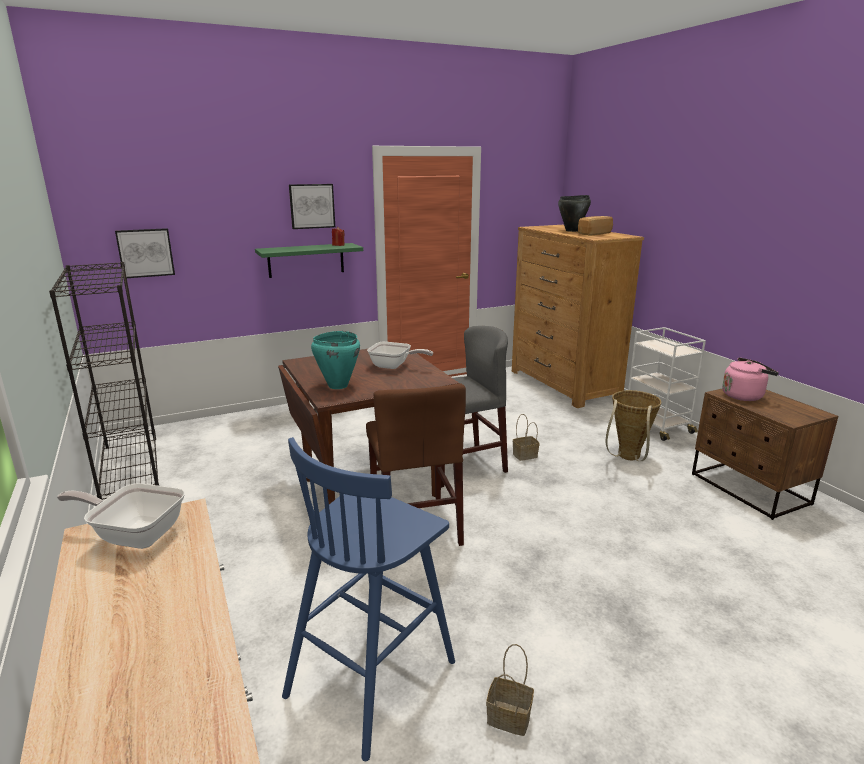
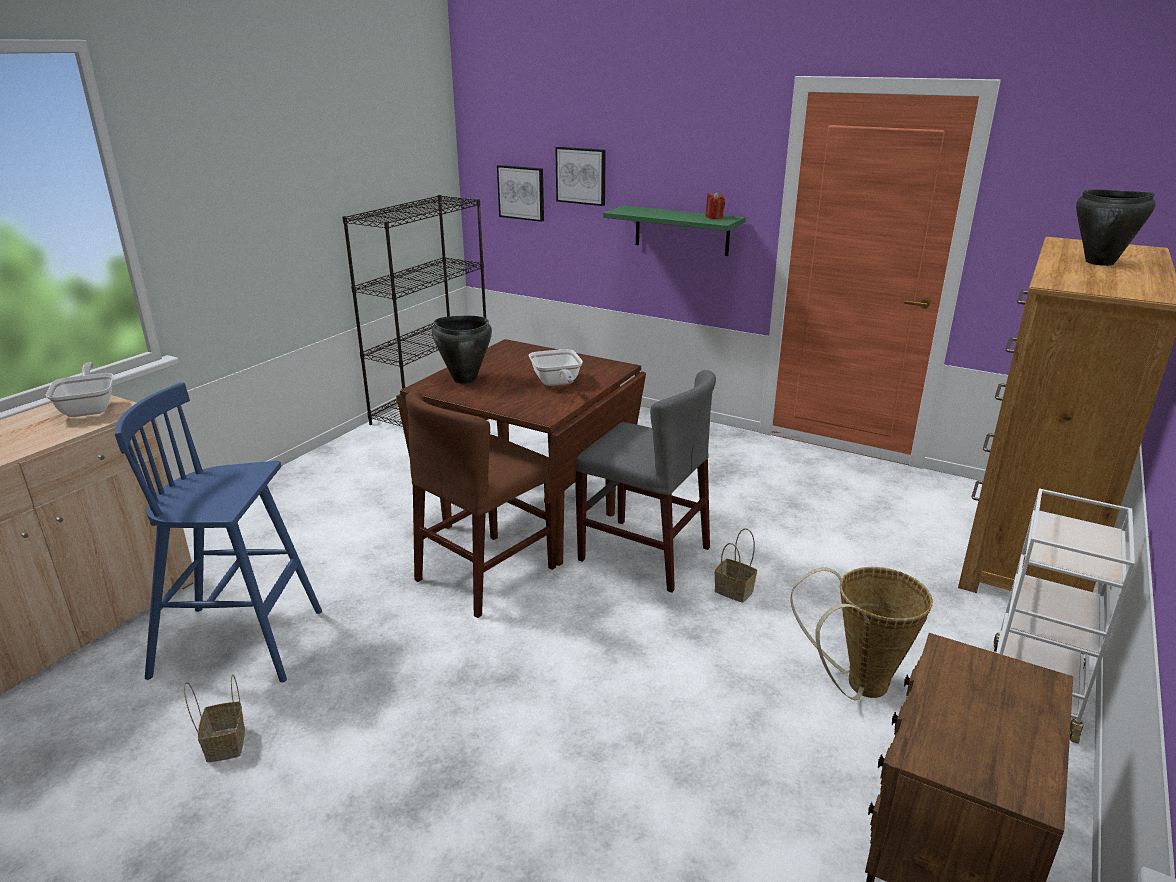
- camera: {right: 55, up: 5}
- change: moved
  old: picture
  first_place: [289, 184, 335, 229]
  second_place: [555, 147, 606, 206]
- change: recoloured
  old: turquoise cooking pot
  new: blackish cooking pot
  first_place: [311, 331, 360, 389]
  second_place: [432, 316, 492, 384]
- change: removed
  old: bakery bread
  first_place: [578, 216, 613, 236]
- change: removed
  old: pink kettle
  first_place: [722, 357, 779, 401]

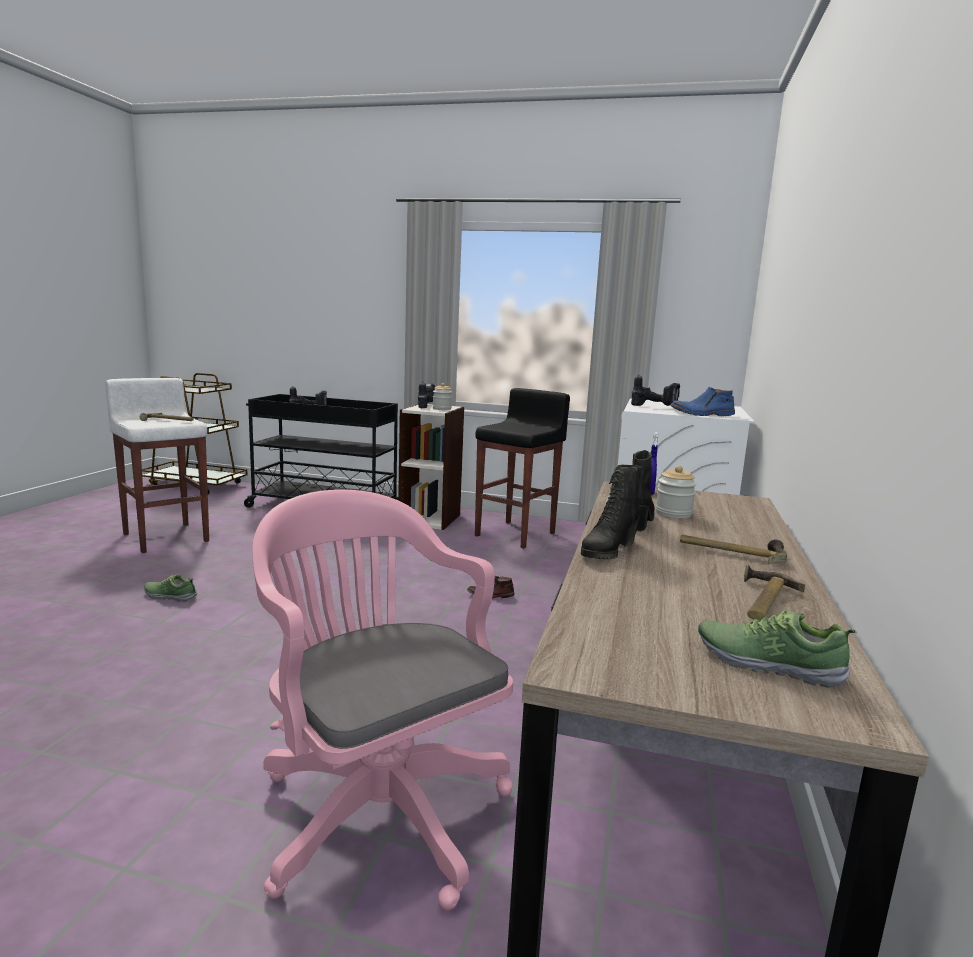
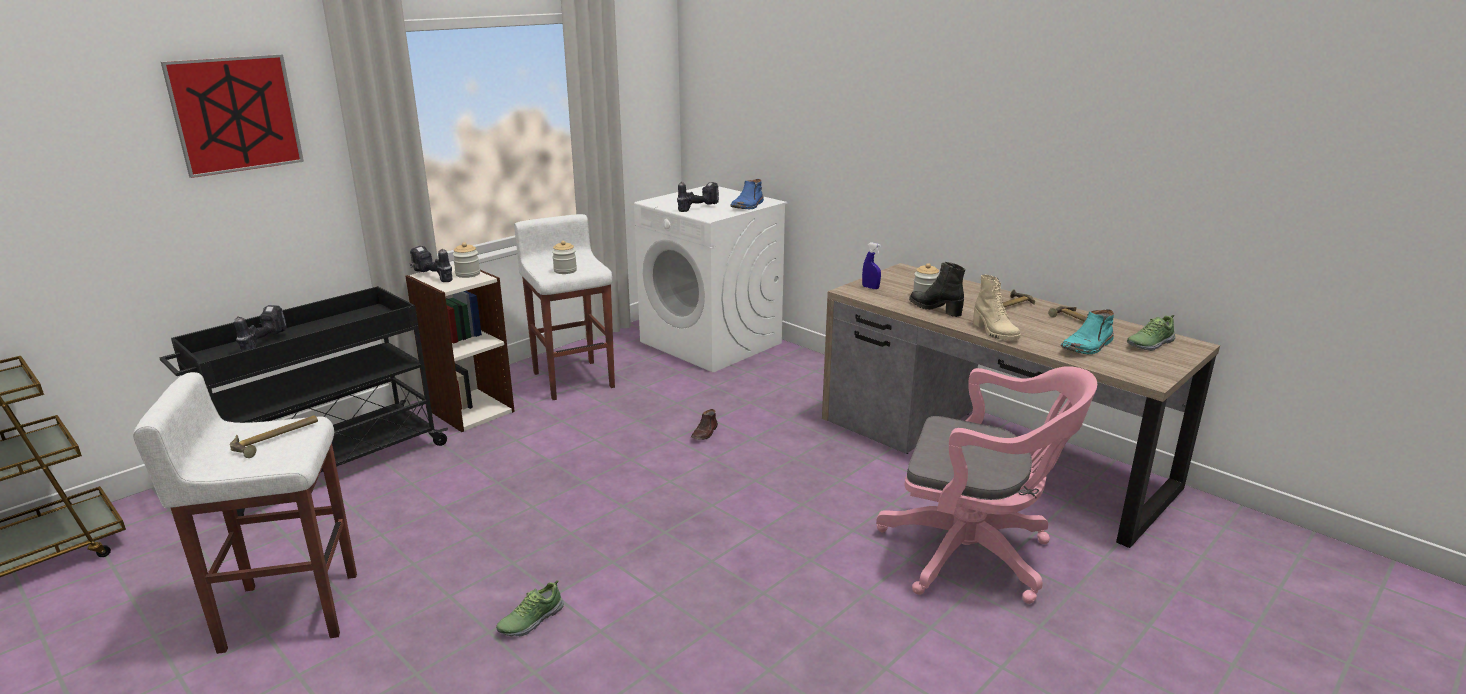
- camera: {right: -60, up: 10}
- change: turned
  old: pink computer chair
  first_place: [252, 490, 513, 910]
  second_place: [876, 366, 1097, 604]
  degrees: -150
- change: recoloured
  old: blackish sitting stool
  new: white sitting stool
  first_place: [475, 388, 570, 549]
  second_place: [514, 214, 615, 400]
- change: recoloured
  old: blackish tall boot
  new: sand-coloured tall boot
  first_place: [581, 465, 642, 559]
  second_place: [973, 275, 1021, 340]
- change: added
  new: picture
  second_place: [161, 54, 304, 178]
- change: added
  new: preserve jar
  second_place: [552, 241, 577, 274]
- change: added
  new: turquoise tall boot
  second_place: [1060, 309, 1114, 354]

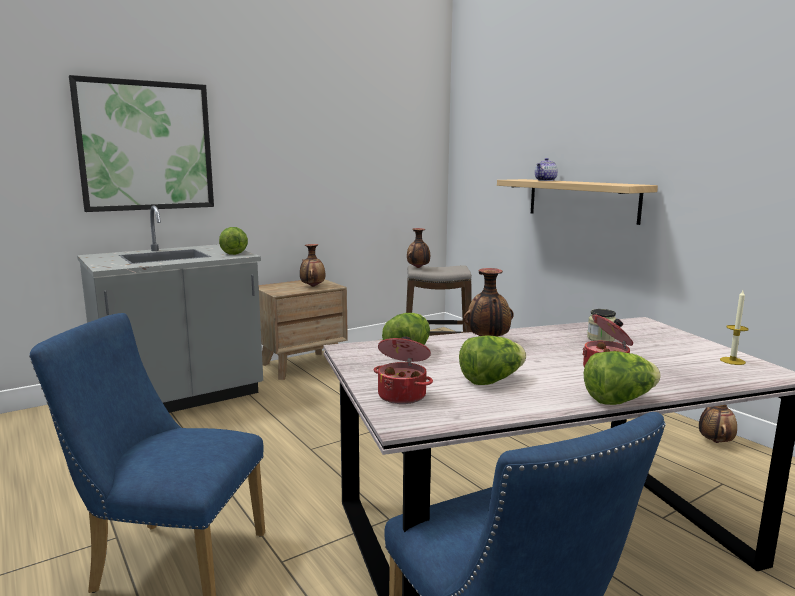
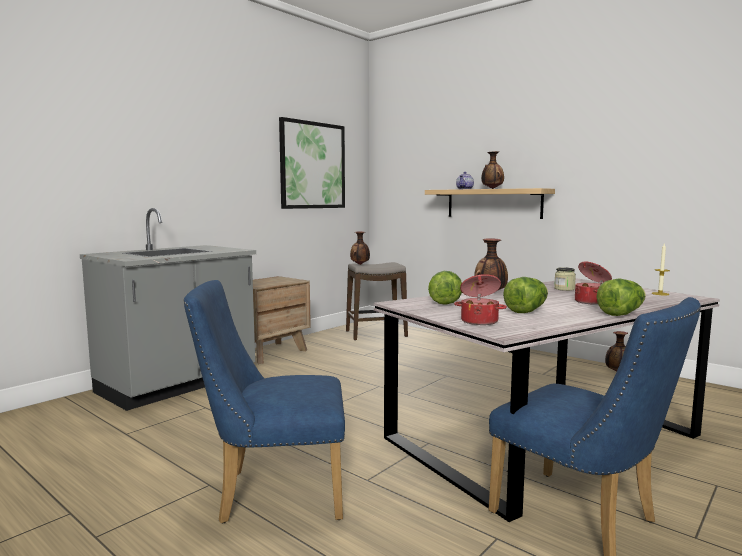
- camera: {right: -15, up: -5}
- change: moved
  old: picture
  first_place: [69, 75, 214, 212]
  second_place: [279, 117, 345, 209]
- change: removed
  old: lettuce
  first_place: [219, 227, 248, 255]
- change: moved
  old: vase
  first_place: [300, 244, 325, 287]
  second_place: [481, 151, 504, 189]

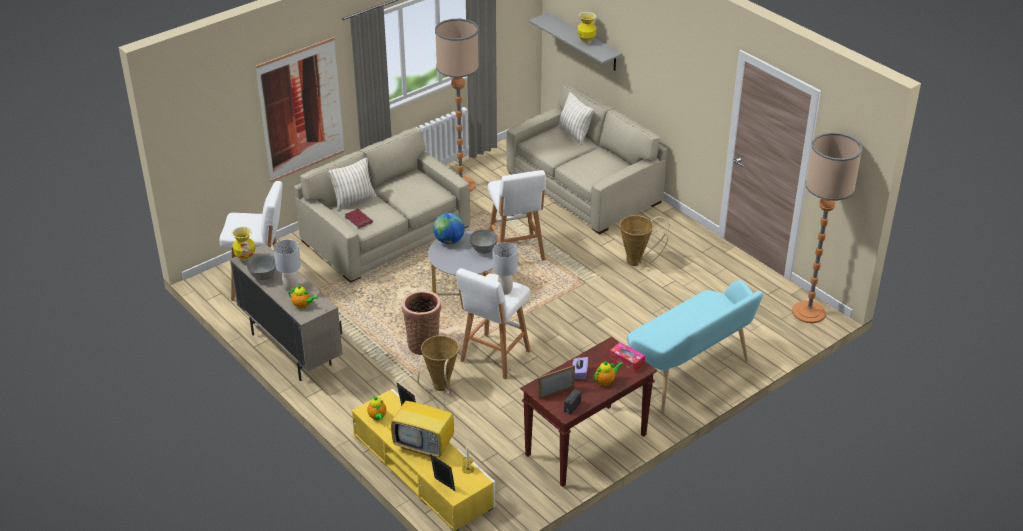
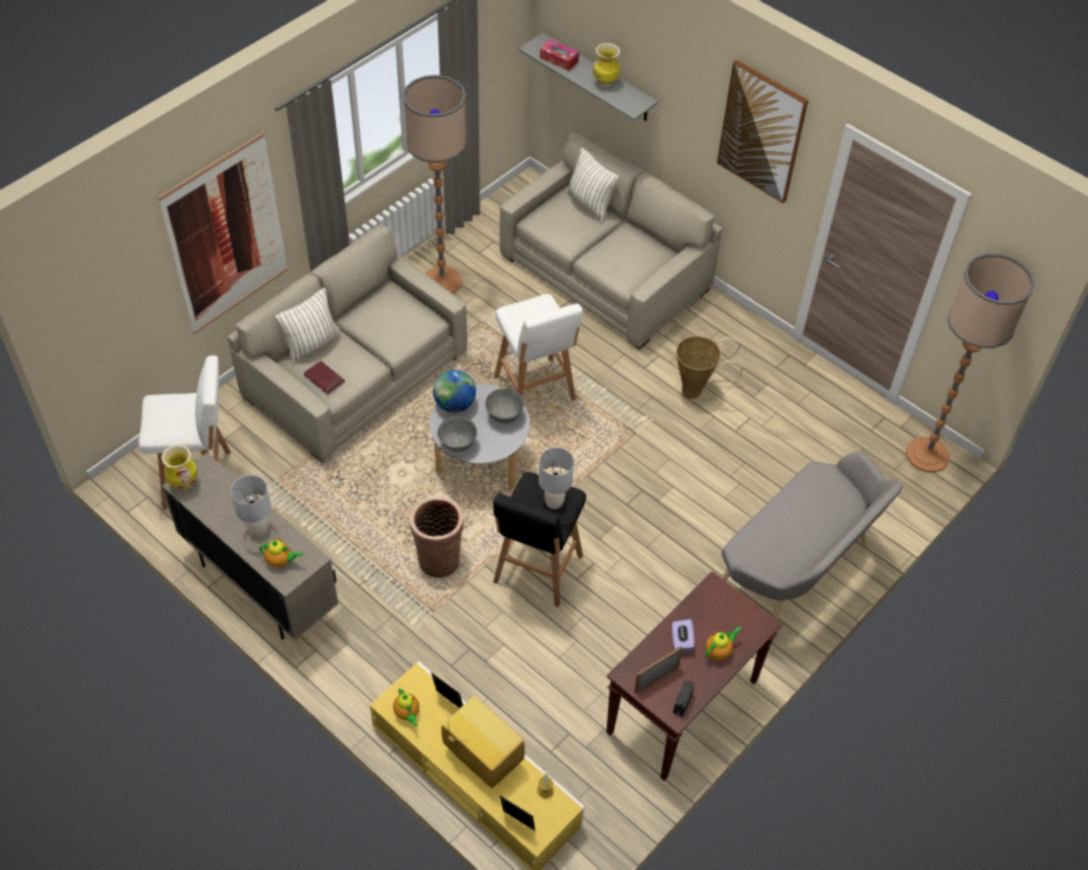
- camera: {right: -10, up: 15}
- change: moved
  old: greyish serving bowl
  first_place: [246, 255, 276, 280]
  second_place: [437, 417, 477, 452]
- change: turned
  old: TV
  first_place: [391, 387, 454, 458]
  second_place: [441, 696, 525, 788]
  degrees: -150
- change: removed
  old: household basket
  first_place: [418, 335, 459, 393]
- change: recoloured
  old: white sitting stool
  new: blackish sitting stool
  first_place: [456, 268, 531, 379]
  second_place: [493, 472, 586, 607]
- change: moved
  old: tissue box
  first_place: [609, 342, 645, 372]
  second_place: [540, 40, 579, 71]
- change: recoloured
  old: turquoise indoor bench
  new: greyish indoor bench
  first_place: [627, 280, 763, 413]
  second_place: [721, 451, 903, 642]
- change: added
  new: picture
  second_place: [717, 60, 808, 203]

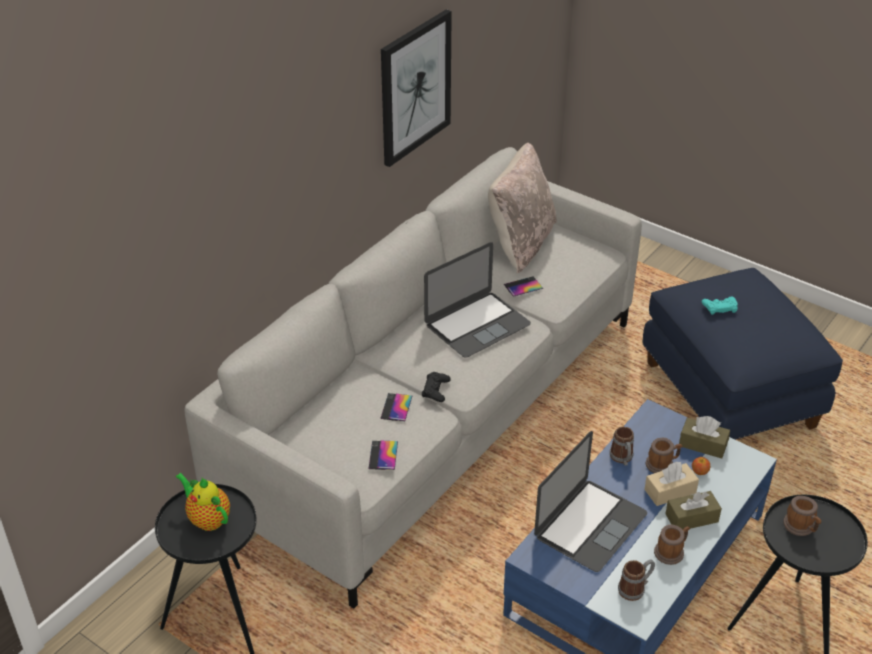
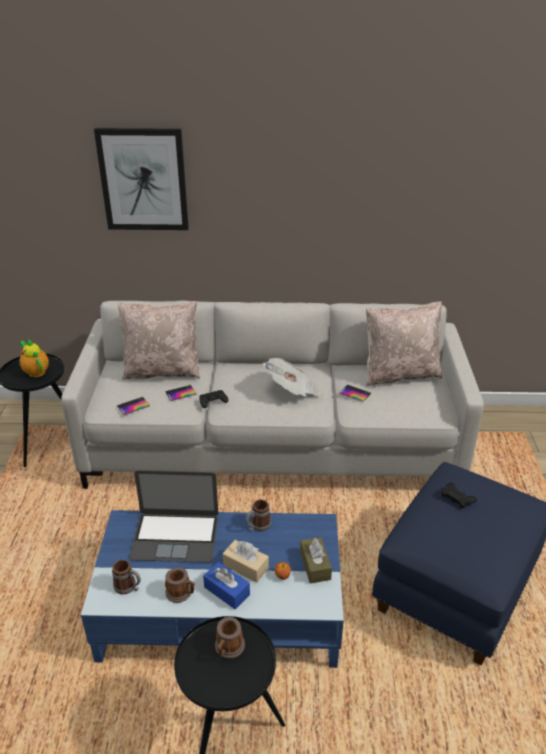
- camera: {right: 55, up: -5}
- change: turned
  old: tea pot
  first_place: [175, 473, 230, 531]
  second_place: [20, 340, 49, 377]
  degrees: -45
- change: moved
  old: picture
  first_place: [381, 9, 452, 167]
  second_place: [94, 128, 189, 230]
- change: replaced
  old: portable computer
  new: printed paper
  first_place: [424, 242, 531, 358]
  second_place: [263, 358, 322, 397]
- change: removed
  old: tea mug
  first_place: [646, 438, 682, 473]
- change: recoloured
  old: brownish tissue box
  new: bluish tissue box
  first_place: [665, 491, 722, 530]
  second_place: [203, 562, 250, 609]
- change: recoloured
  old: turquoise game controller
  new: blackish game controller
  first_place: [702, 297, 738, 315]
  second_place: [441, 483, 477, 508]
- change: added
  new: sand-coloured throw pillow
  second_place: [118, 301, 200, 379]

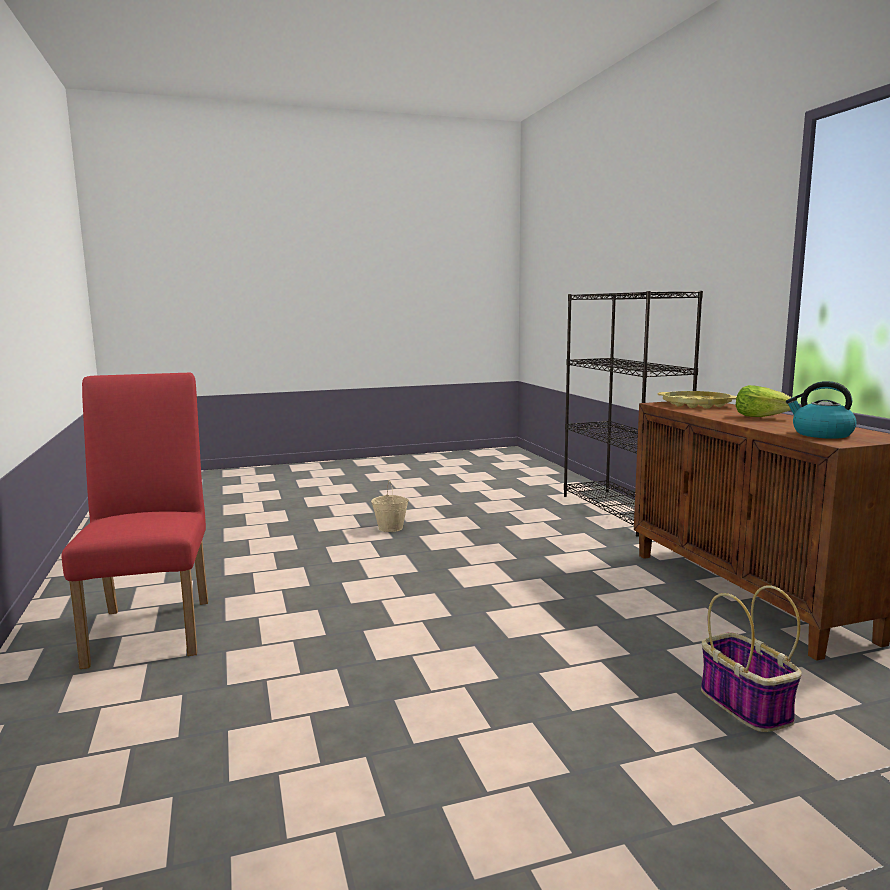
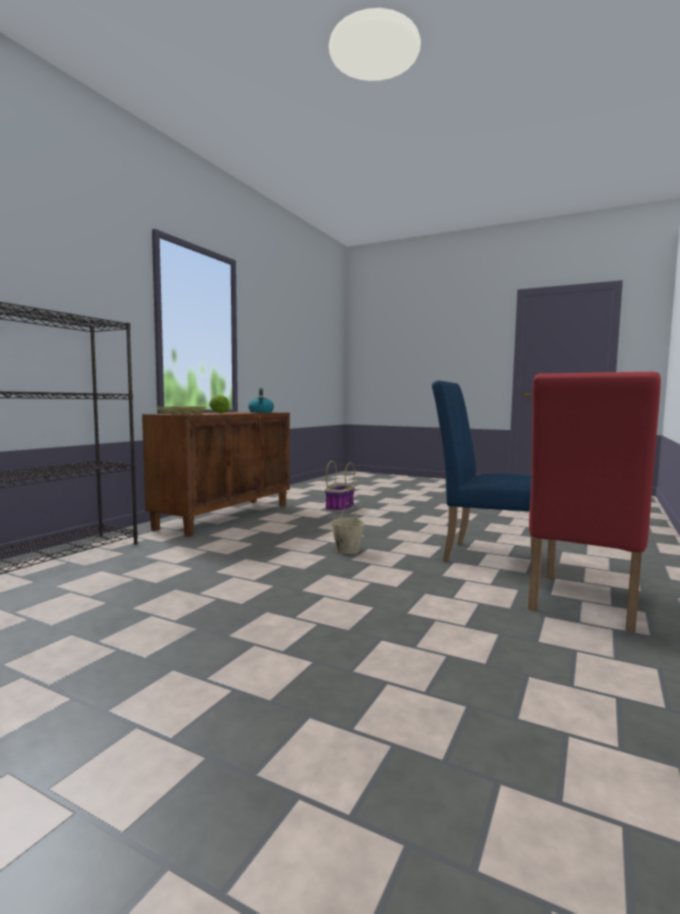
- camera: {right: -135, up: -5}
- change: moved
  old: sand-coloured pail
  first_place: [371, 479, 409, 532]
  second_place: [331, 502, 365, 554]
- change: added
  new: bluish upright chair
  second_place: [432, 380, 533, 563]

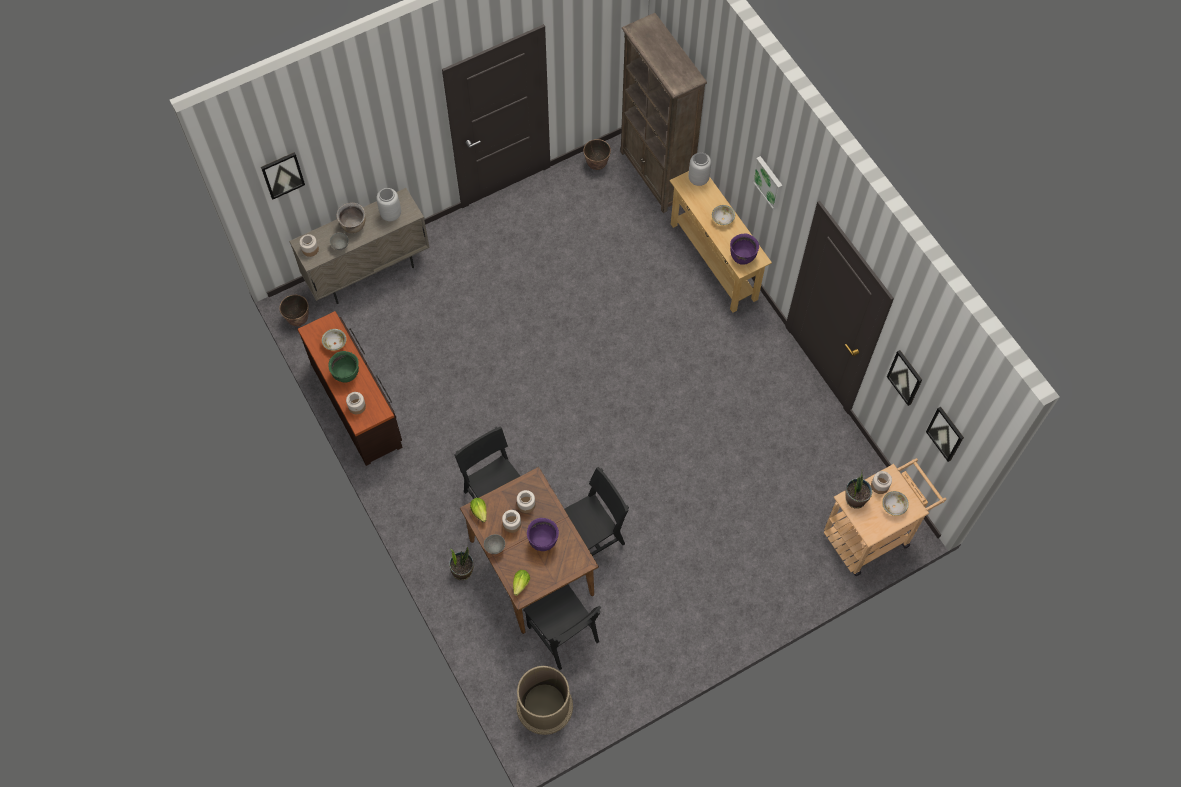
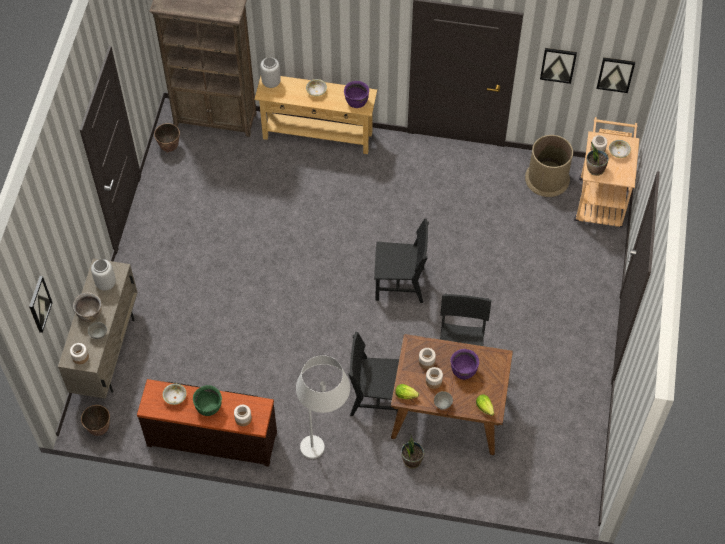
- camera: {right: -50, up: -5}
- change: moved
  old: brownish trash can
  first_place: [516, 666, 573, 735]
  second_place: [525, 135, 573, 197]
- change: moved
  old: blackish upright chair
  first_place: [523, 584, 601, 670]
  second_place: [374, 218, 429, 303]
- change: removed
  old: picture
  first_place: [752, 156, 783, 210]
- change: added
  new: white floor lamp
  second_place: [296, 355, 350, 459]

